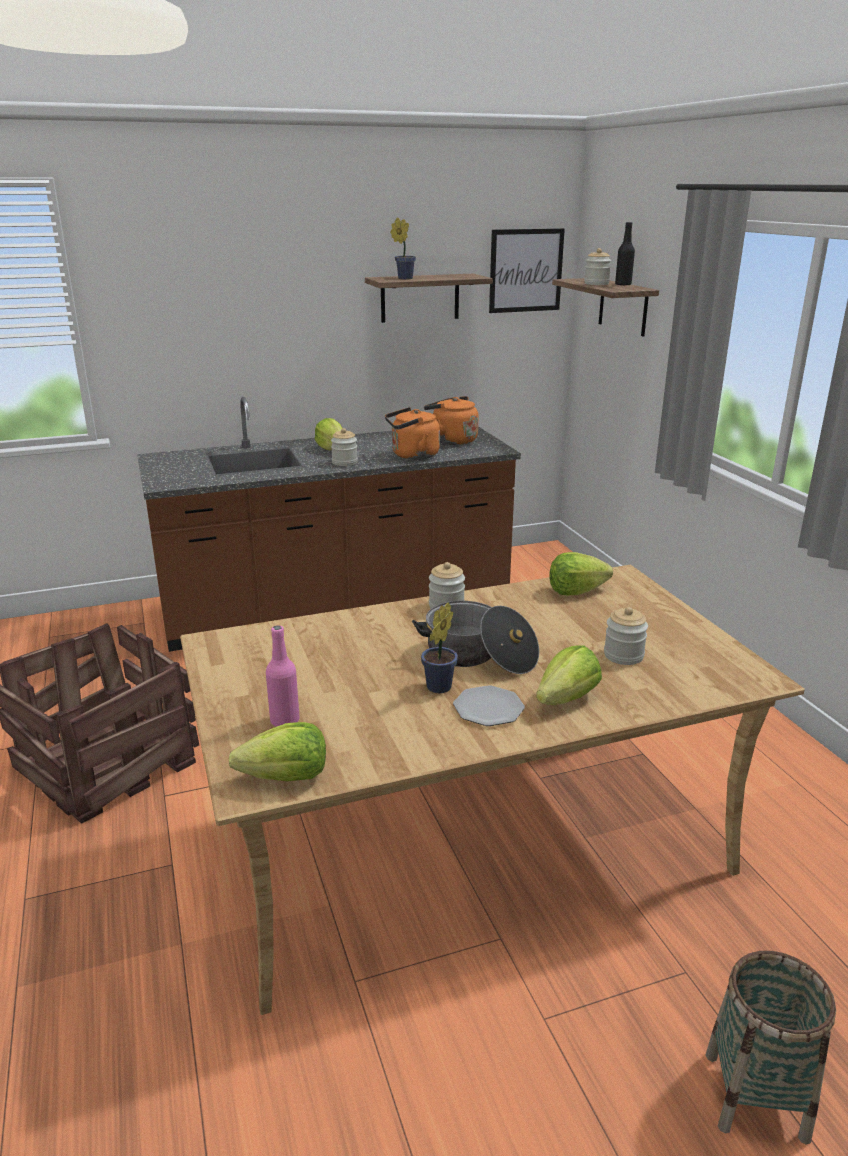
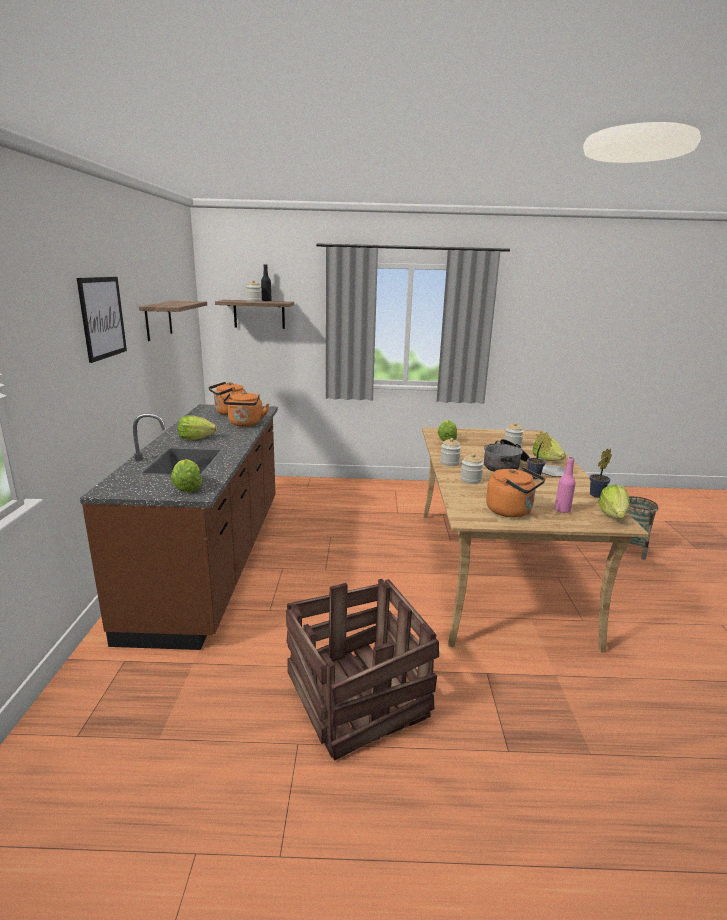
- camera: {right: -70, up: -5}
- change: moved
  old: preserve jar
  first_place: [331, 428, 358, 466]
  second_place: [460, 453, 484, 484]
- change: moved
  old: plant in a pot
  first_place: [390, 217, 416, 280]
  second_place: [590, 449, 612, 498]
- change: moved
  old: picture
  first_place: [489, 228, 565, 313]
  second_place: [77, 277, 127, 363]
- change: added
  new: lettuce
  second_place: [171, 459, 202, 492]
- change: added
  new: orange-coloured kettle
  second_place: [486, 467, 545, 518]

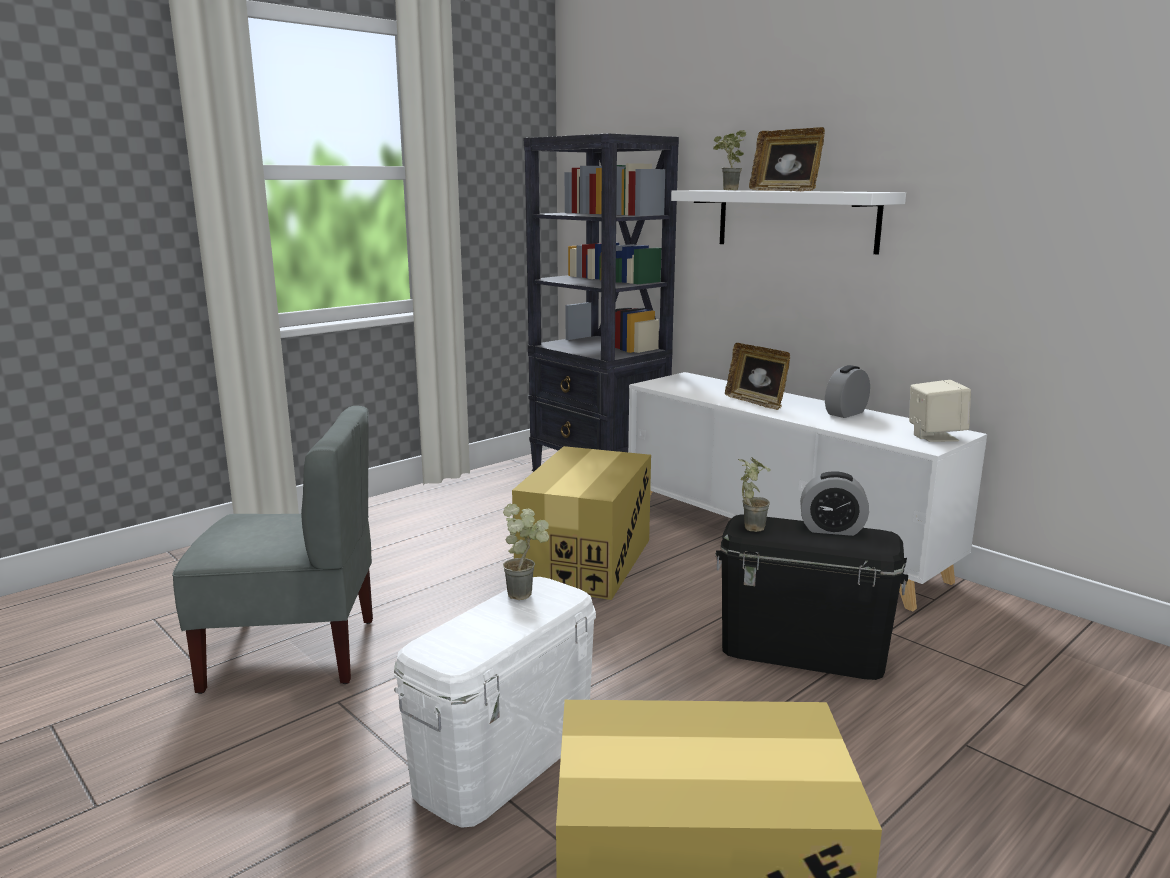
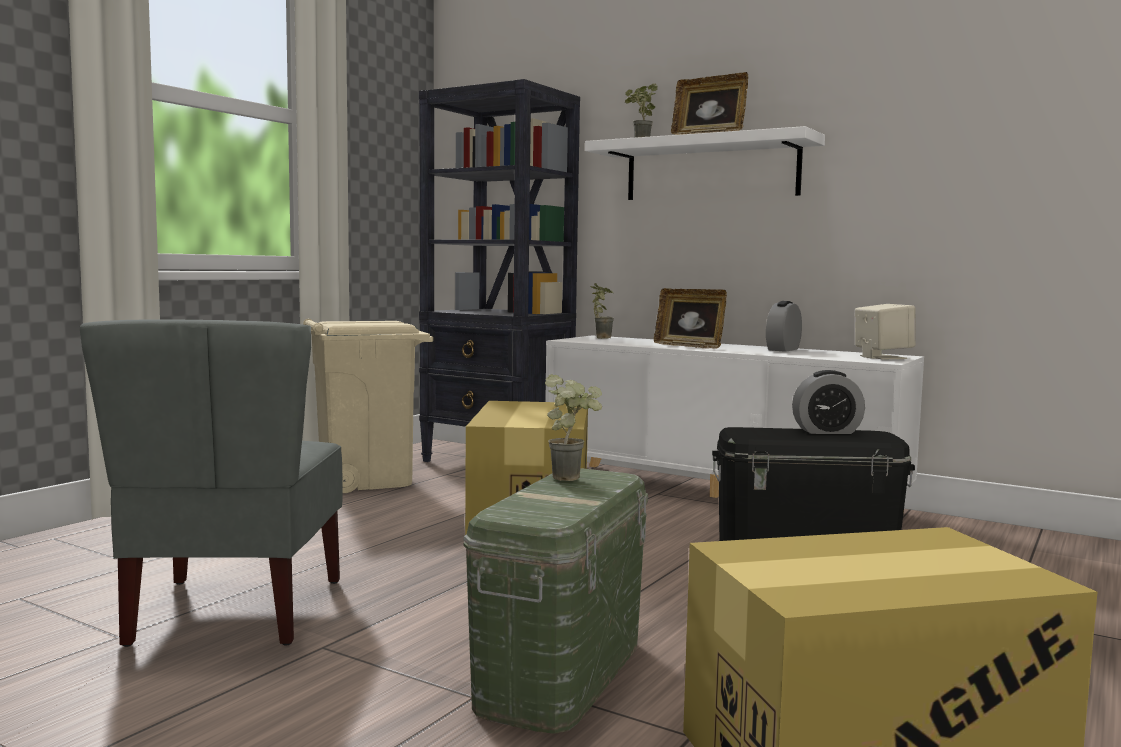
- camera: {right: -15, up: -10}
- change: turned
  old: greyish upright chair
  first_place: [172, 406, 373, 694]
  second_place: [80, 319, 343, 647]
  degrees: 105
- change: recoloured
  old: white storage container
  new: green storage container
  first_place: [394, 577, 596, 828]
  second_place: [463, 468, 648, 734]
- change: moved
  old: plant in a pot
  first_place: [738, 457, 771, 532]
  second_place: [591, 283, 614, 339]
- change: added
  new: sand-coloured trash can
  second_place: [303, 319, 433, 493]

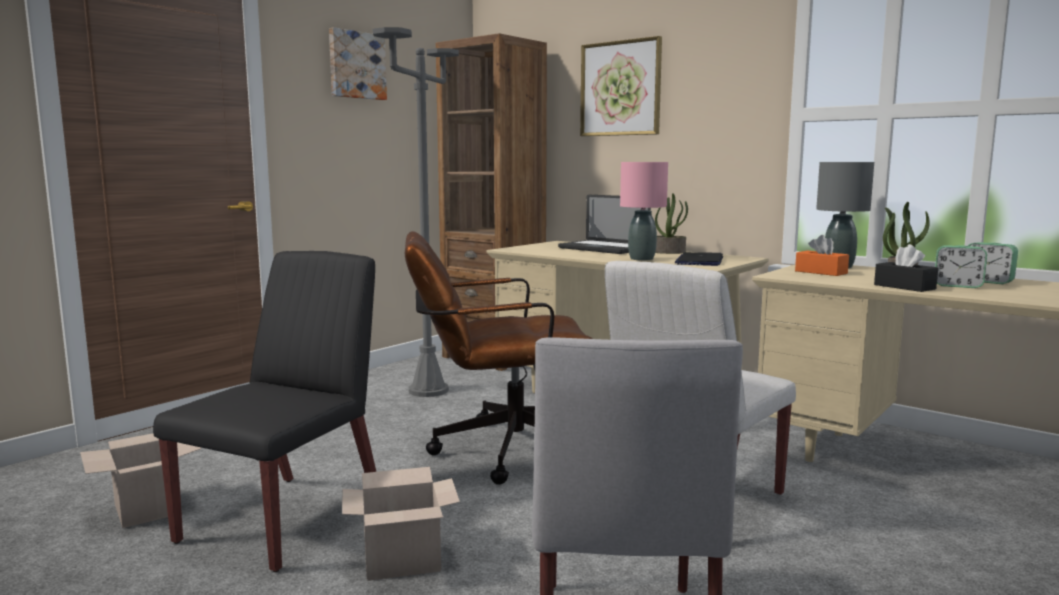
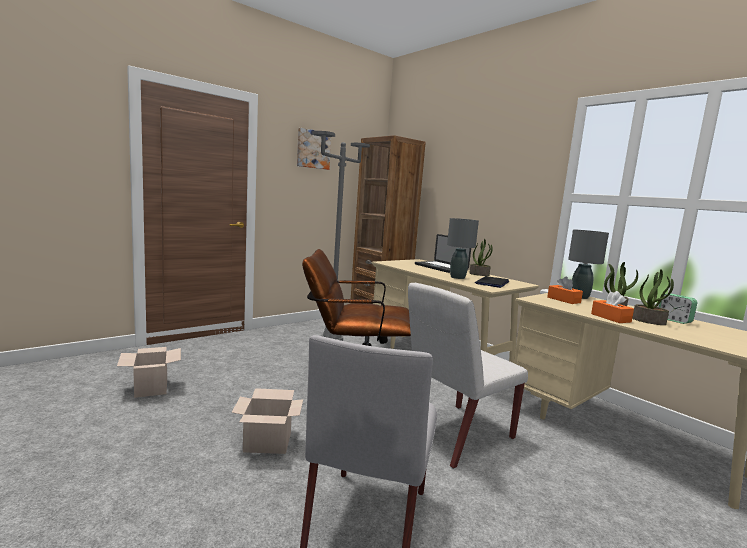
- camera: {right: 10, up: 0}
- change: removed
  old: blackish upright chair
  first_place: [153, 251, 376, 572]
- change: removed
  old: picture
  first_place: [580, 36, 662, 136]
- change: recoloured
  old: pink table lamp
  new: greyish table lamp
  first_place: [620, 162, 668, 261]
  second_place: [447, 218, 479, 279]
- change: recoloured
  old: blackish tissue box
  new: orange-coloured tissue box
  first_place: [874, 244, 938, 292]
  second_place: [591, 291, 634, 323]
- change: replaced
  old: bedside clock
  new: plant in a pot
  first_place: [935, 245, 987, 288]
  second_place: [632, 269, 674, 325]

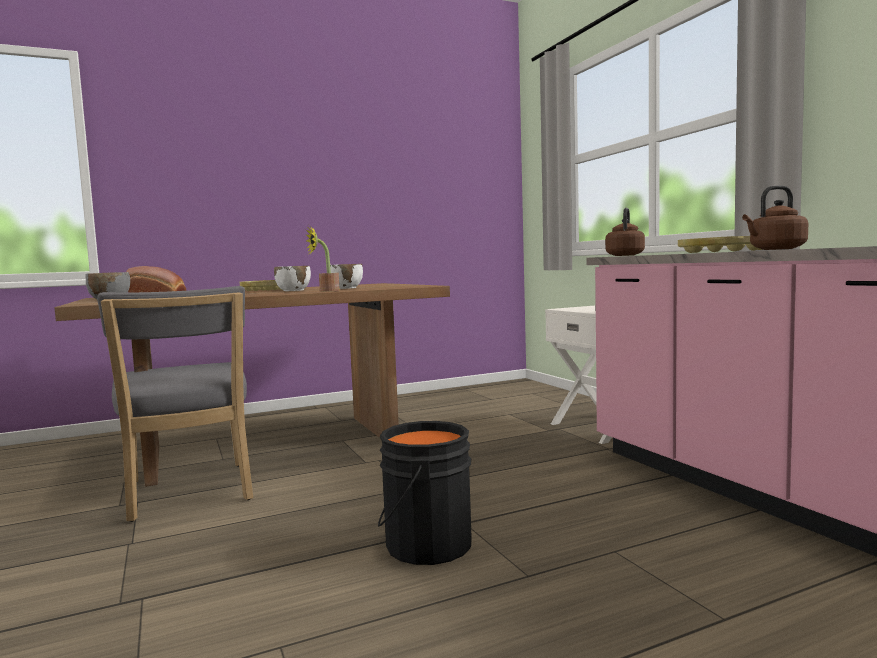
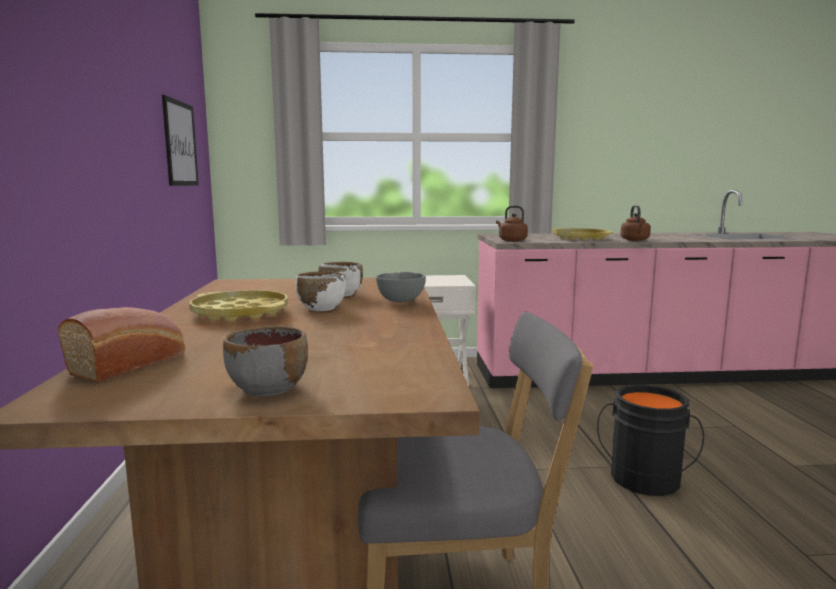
- camera: {right: -70, up: 5}
- change: replaced
  old: plant in a pot
  new: greyish serving bowl
  first_place: [306, 226, 340, 291]
  second_place: [376, 272, 426, 303]
- change: added
  new: picture
  second_place: [162, 95, 199, 186]

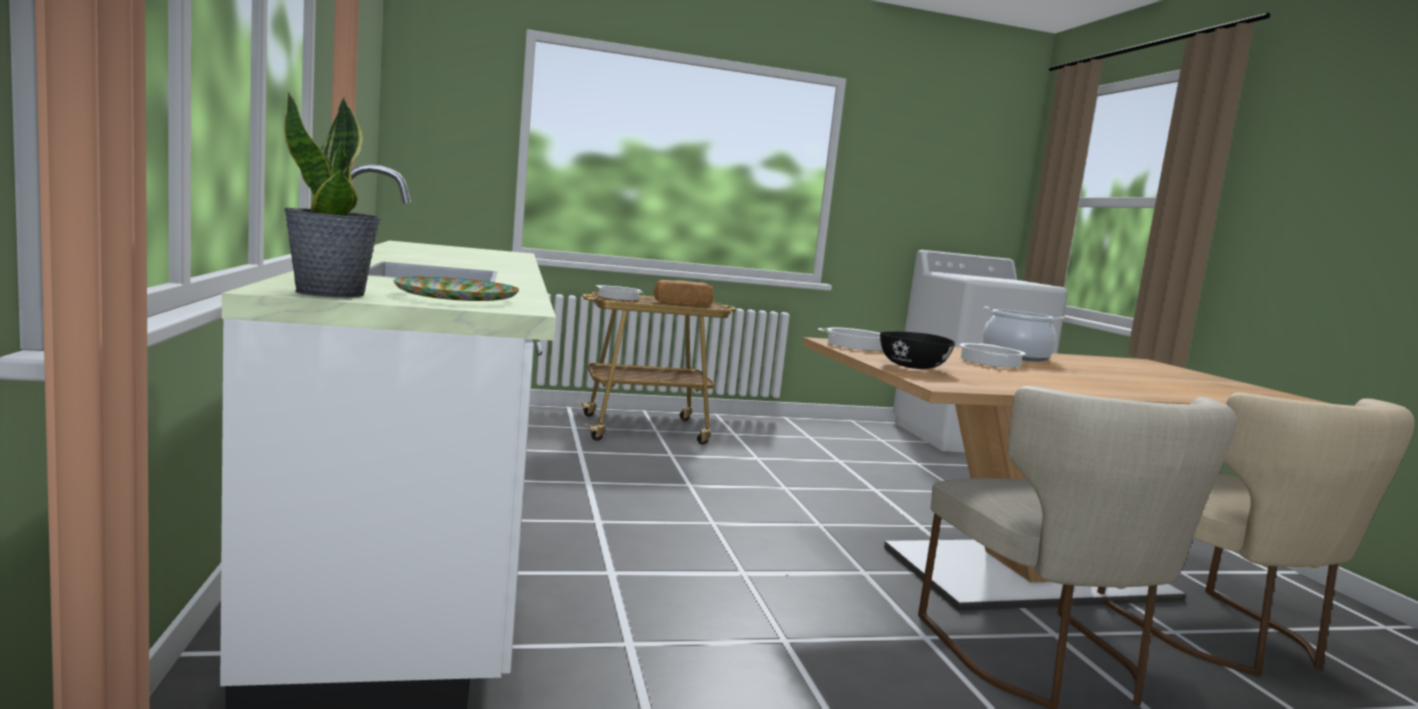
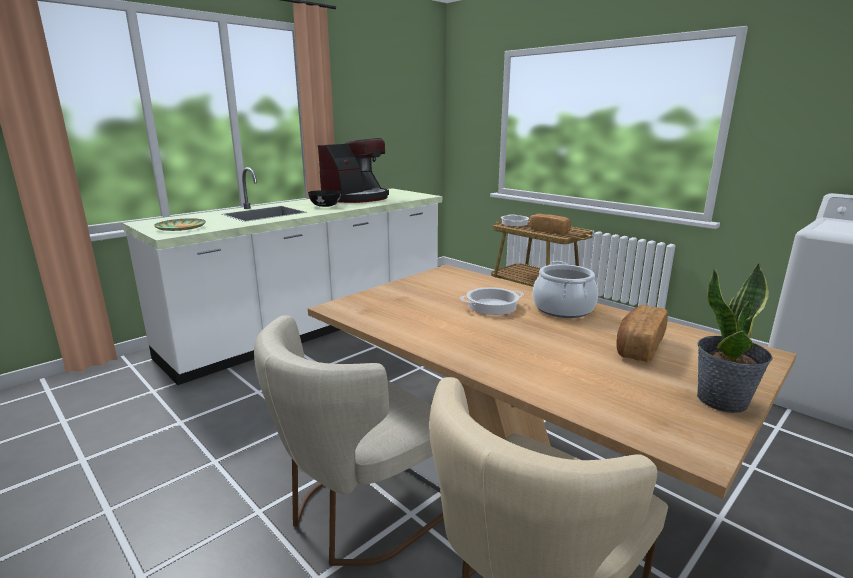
- camera: {right: 60, up: 10}
- change: moved
  old: plant in a pot
  first_place: [283, 92, 382, 298]
  second_place: [697, 262, 773, 413]
- change: removed
  old: cooking pot
  first_place: [818, 327, 882, 350]
- change: moved
  old: blackish serving bowl
  first_place: [880, 331, 955, 369]
  second_place: [308, 190, 341, 207]
- change: added
  new: coffee machine
  second_place: [318, 138, 389, 203]
- change: added
  new: bakery bread
  second_place: [616, 305, 668, 363]

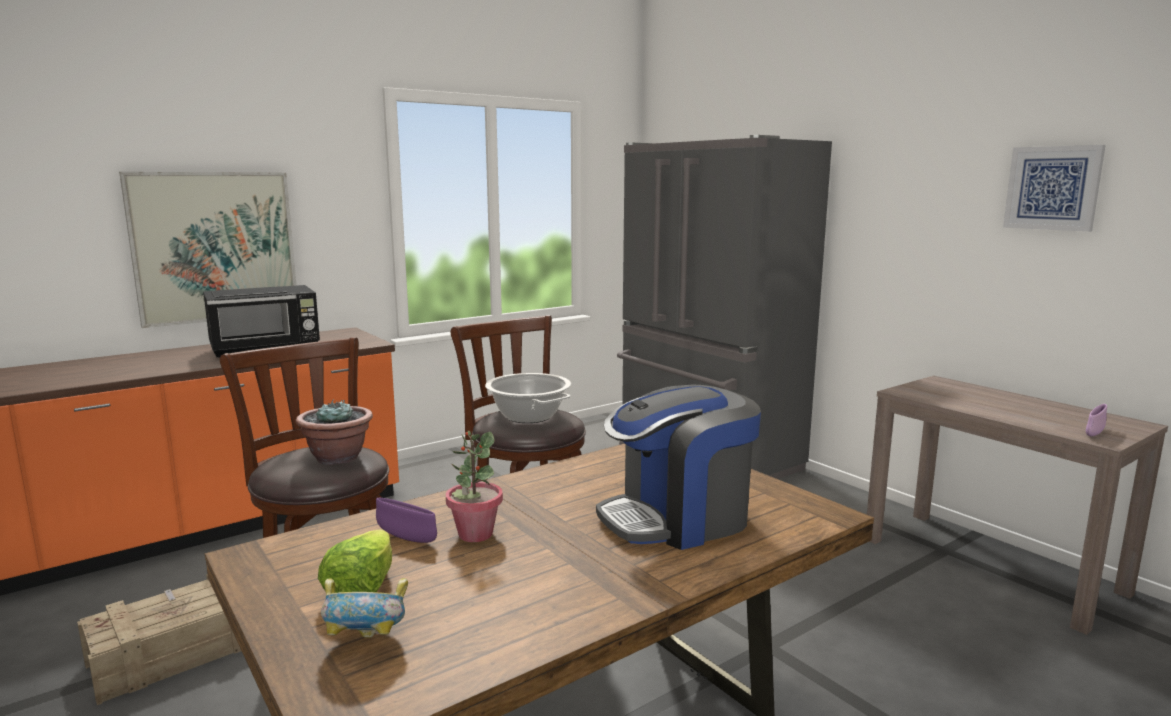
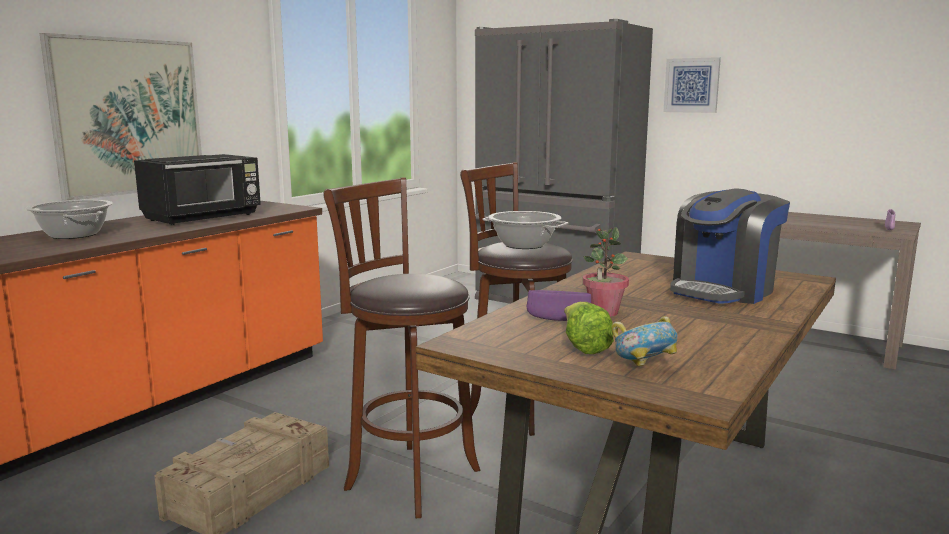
- camera: {right: -20, up: 0}
- change: removed
  old: plant in a pot
  first_place: [296, 399, 373, 465]
- change: moved
  old: picture
  first_place: [1003, 145, 1106, 232]
  second_place: [664, 57, 721, 113]
- change: added
  new: cooking pot
  second_place: [26, 200, 113, 239]

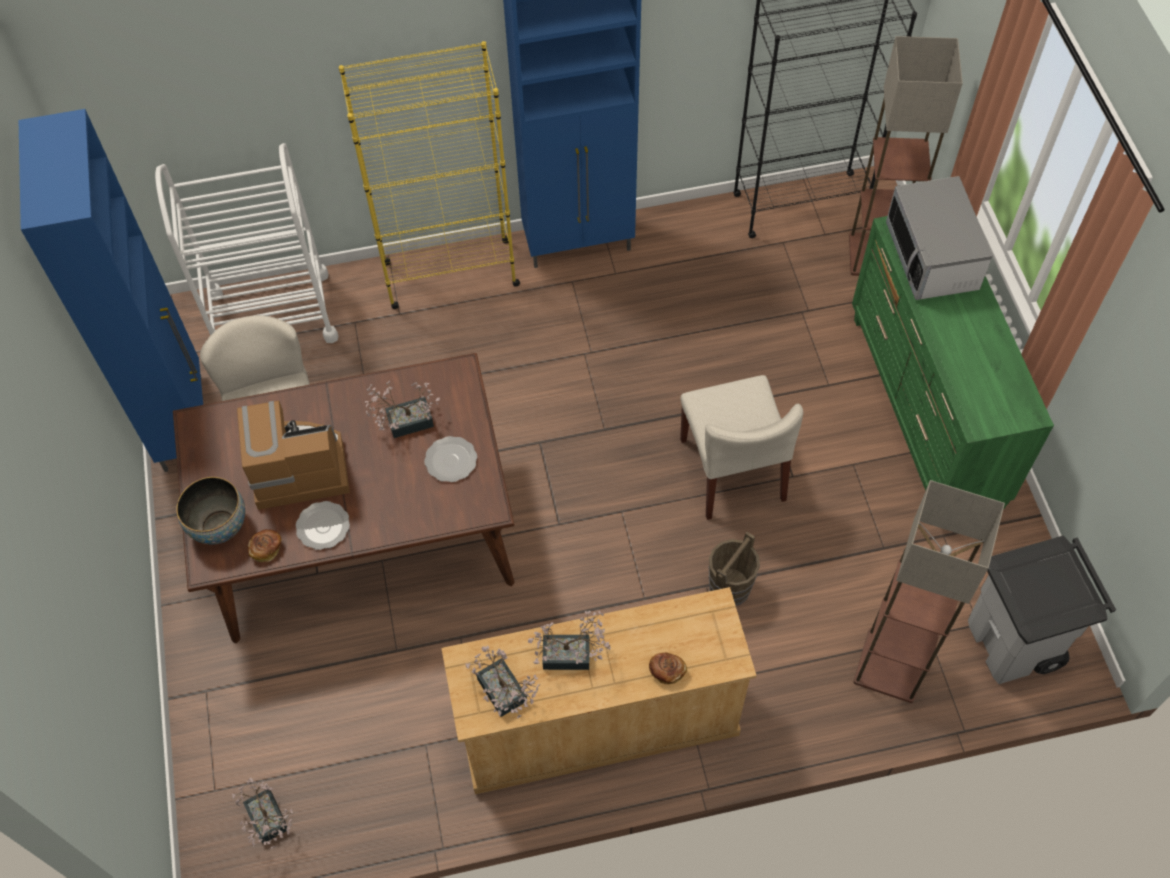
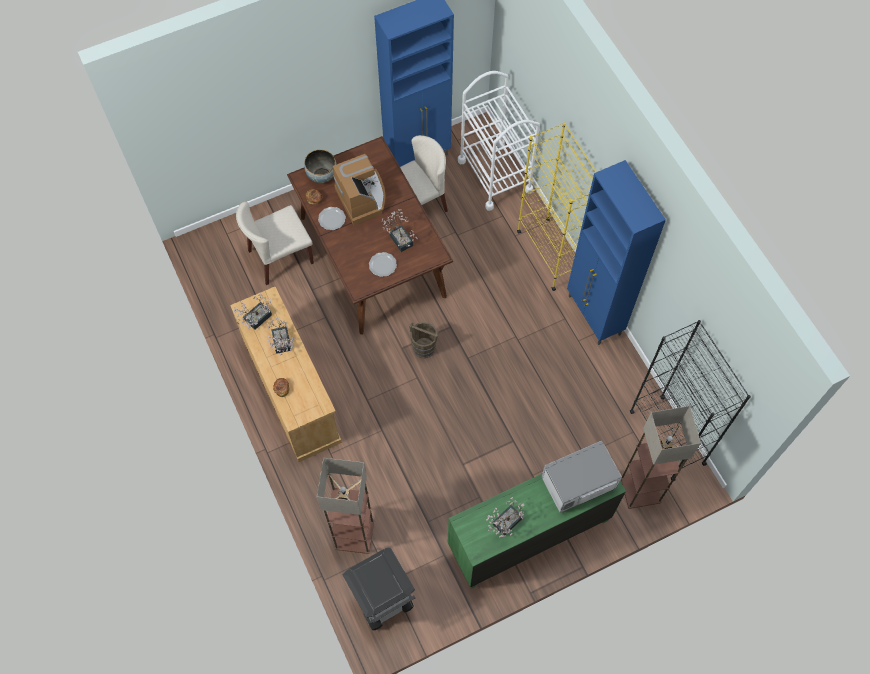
- camera: {right: 75, up: 5}
- change: moved
  old: plant in a pot
  first_place: [232, 778, 293, 849]
  second_place: [486, 497, 524, 537]
- change: moved
  old: sand-coloured upright chair
  first_place: [680, 375, 803, 520]
  second_place: [236, 202, 314, 285]
- change: moved
  old: brownish pail
  first_place: [708, 531, 760, 606]
  second_place: [409, 322, 439, 358]

